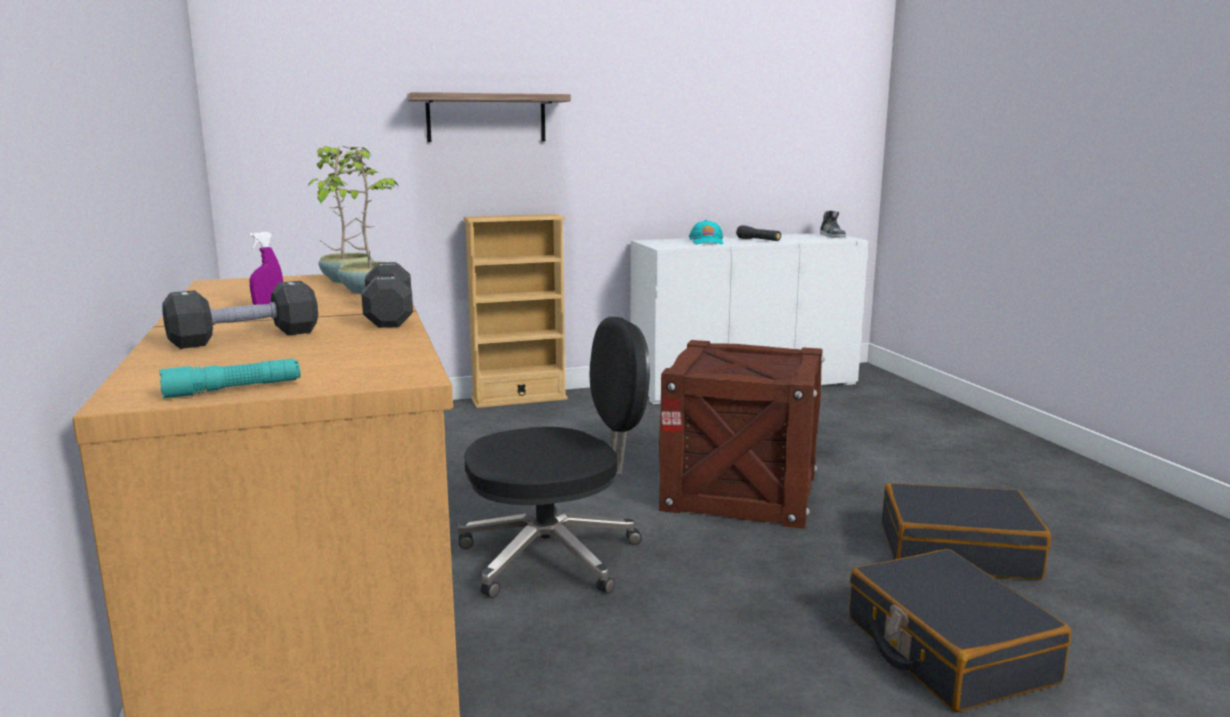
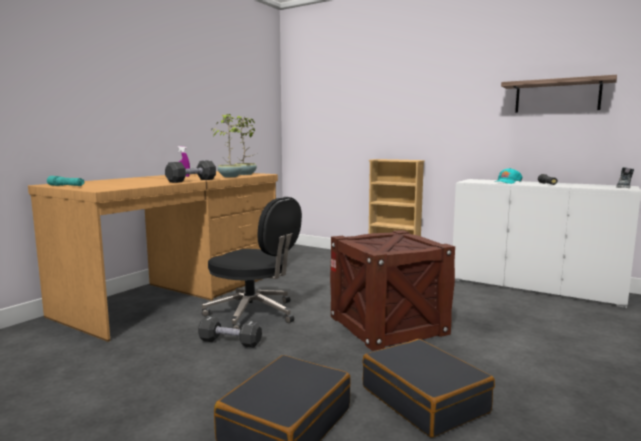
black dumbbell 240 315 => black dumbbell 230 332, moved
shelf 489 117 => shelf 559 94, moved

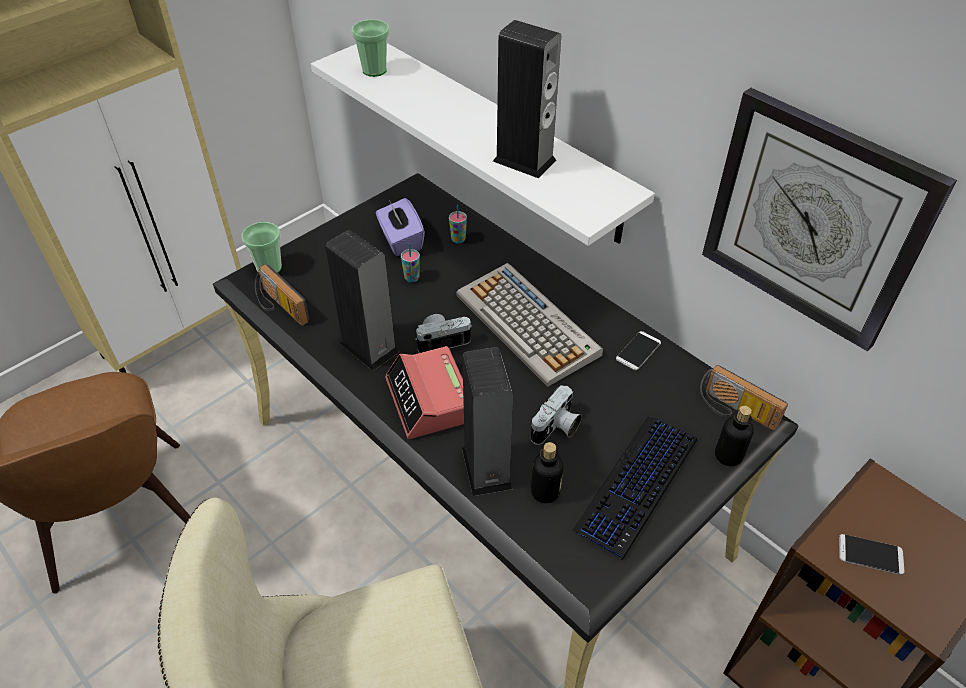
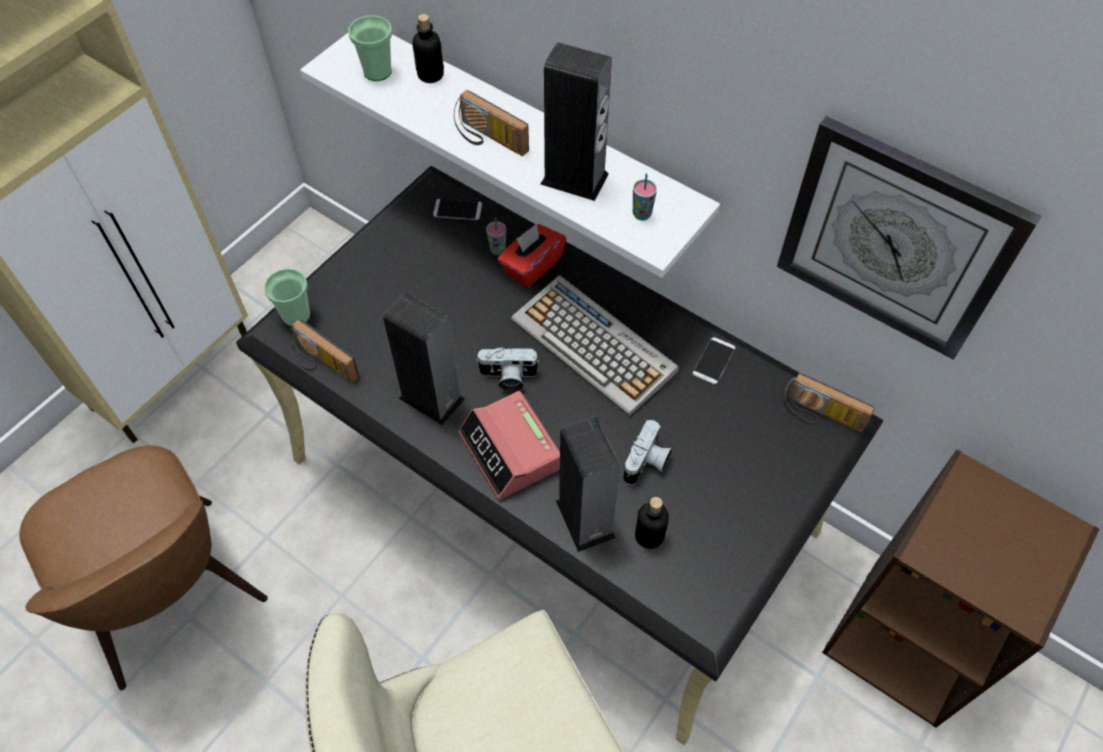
purple tissue box 400 227 => nothing
keyboard 634 488 => nothing
nothing => radio 491 123
nothing => red tissue box 532 256
cup 410 262 => cup 645 197, moved
bottle 734 436 => bottle 428 48, moved
phone 871 554 => phone 457 209, moved
photo camera 443 333 => photo camera 507 369, 150 degrees counterclockwise

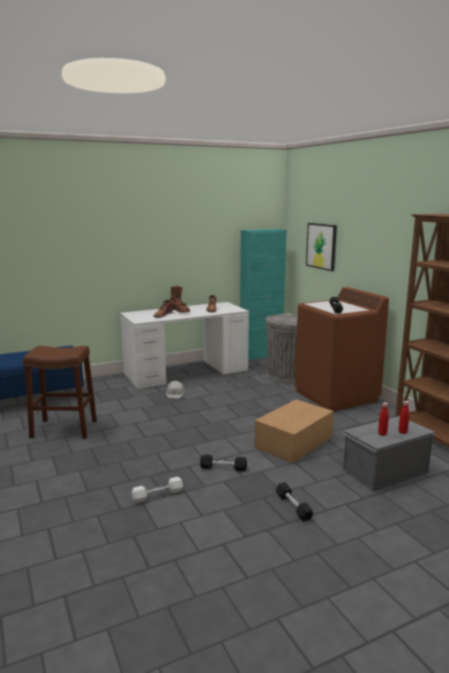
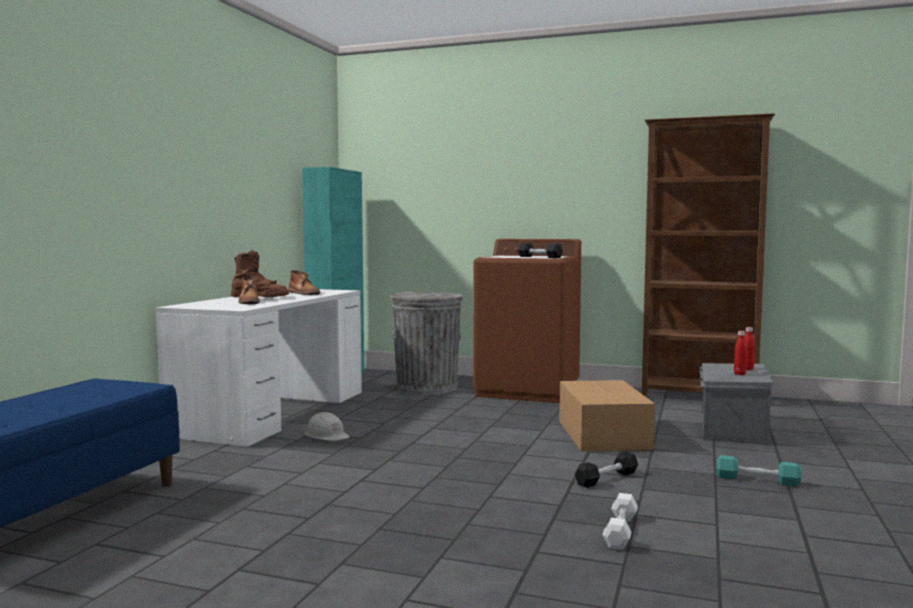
brown stool 60 392 => nothing
picture 321 247 => nothing
black dumbbell 294 501 => turquoise dumbbell 758 470

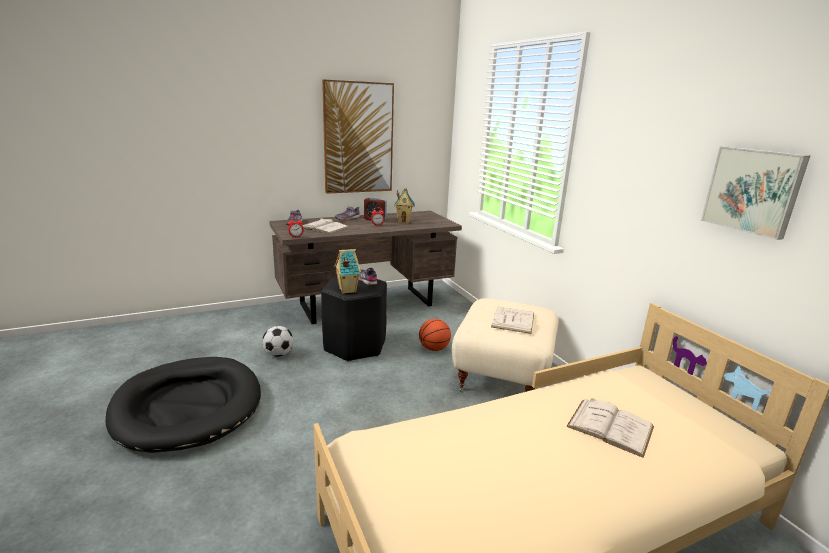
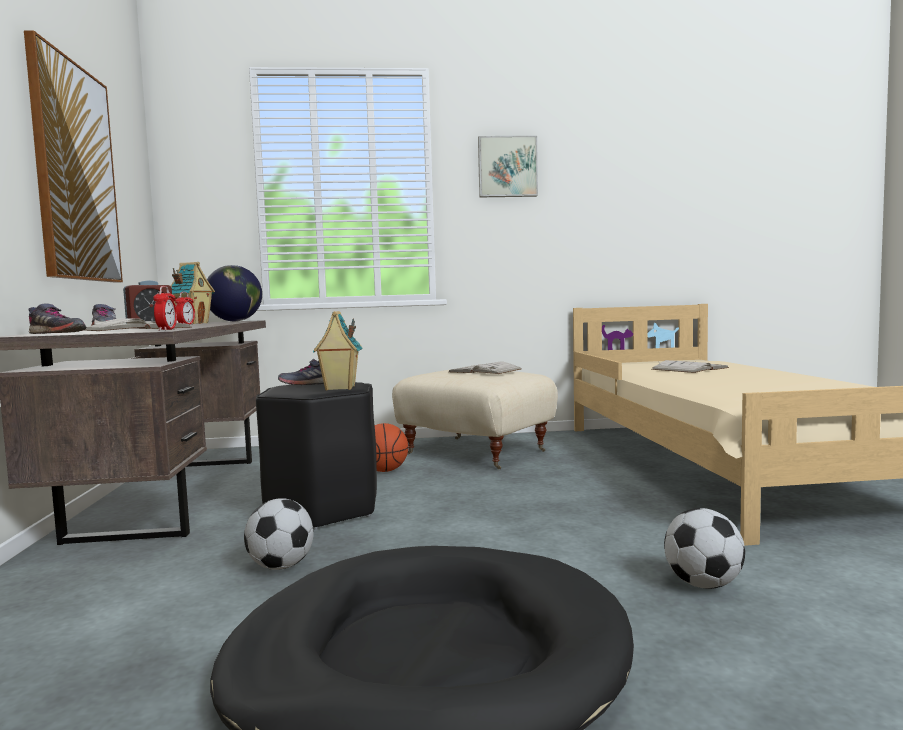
nothing => globe 234 293
nothing => football 704 548
picture 755 193 => picture 508 166, moved

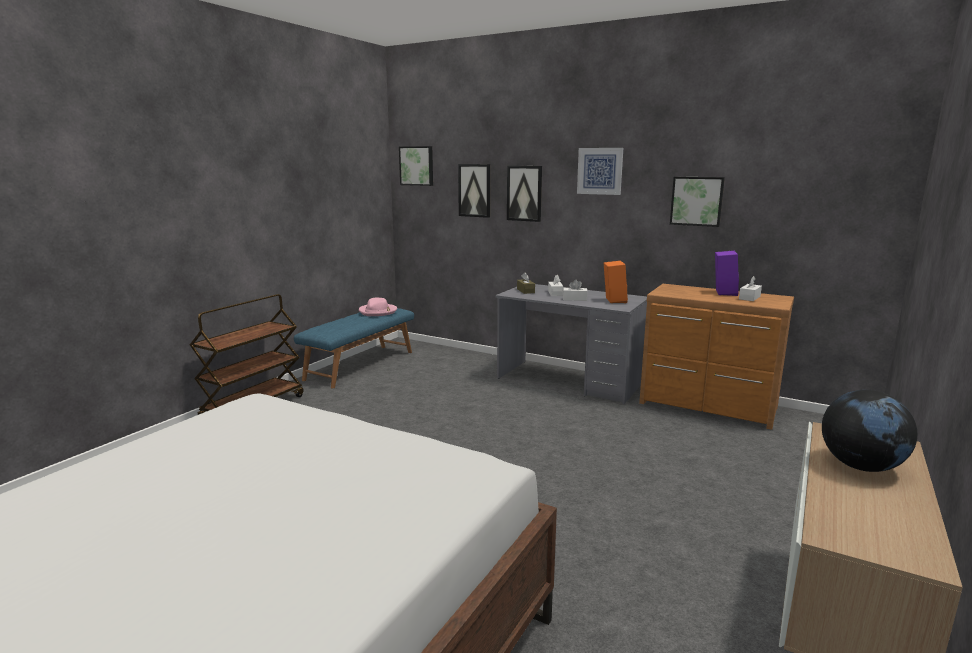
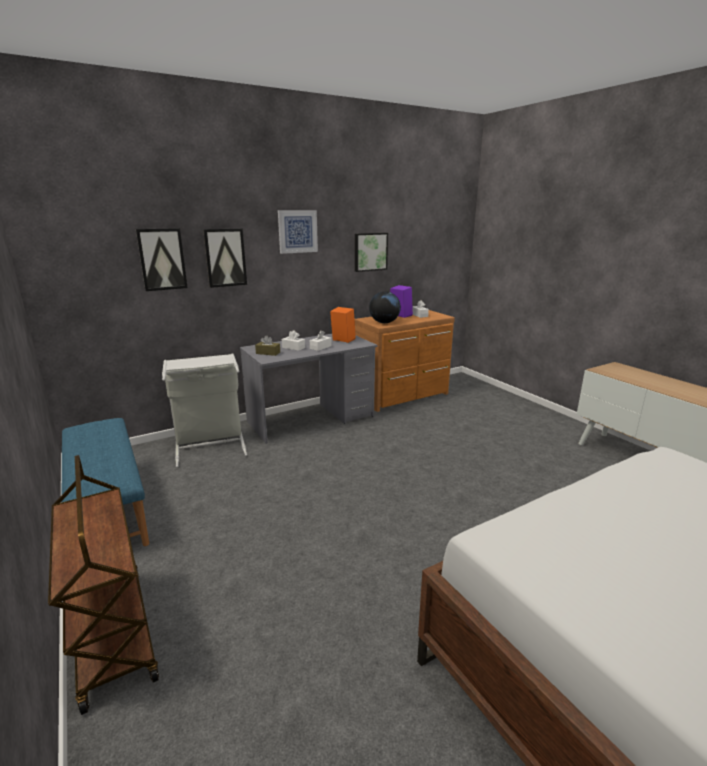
pink hat 378 306 => nothing
picture 416 166 => nothing
nothing => grey laundry basket 204 410
globe 869 431 => globe 385 307, moved

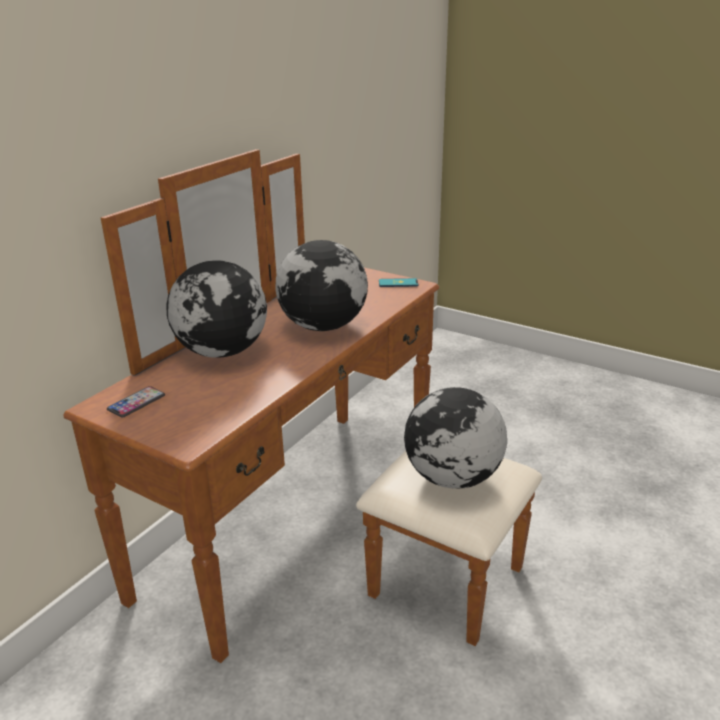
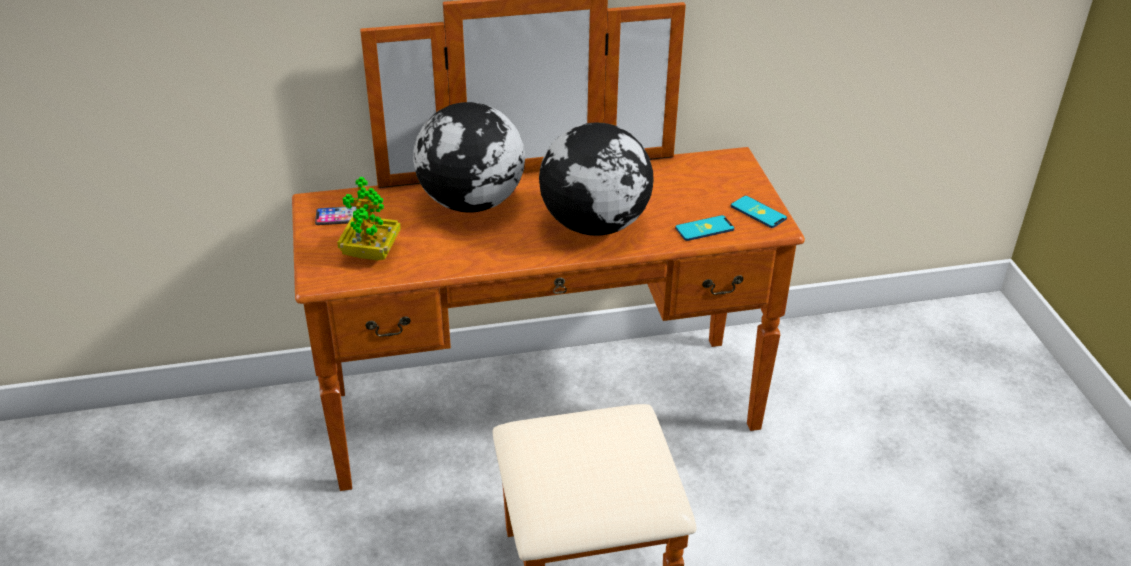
globe 455 438 => nothing
nothing => potted plant 369 219
nothing => phone 704 228

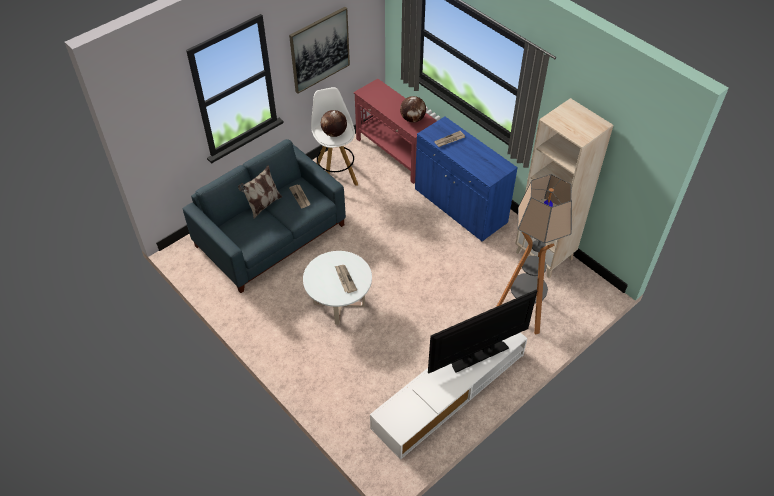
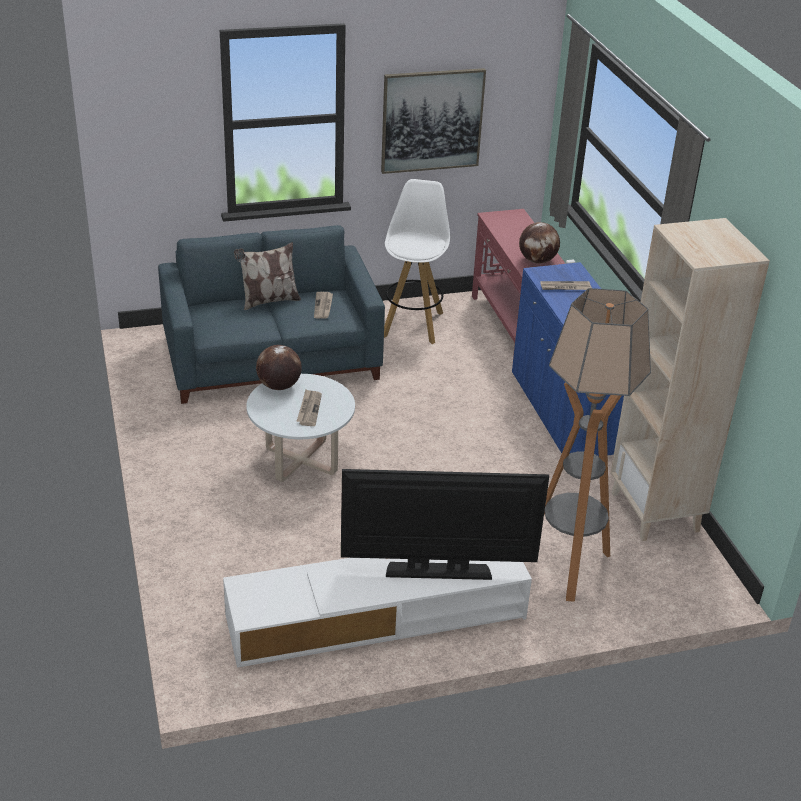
globe 334 123 => globe 279 367, moved

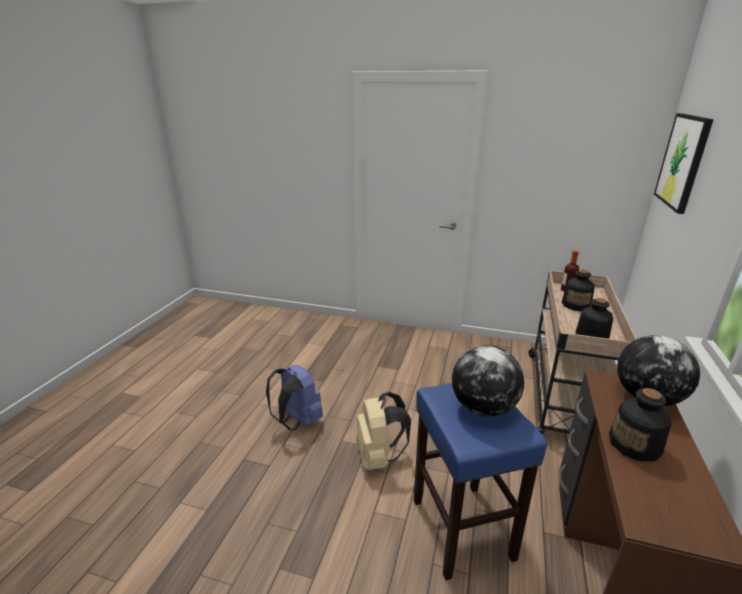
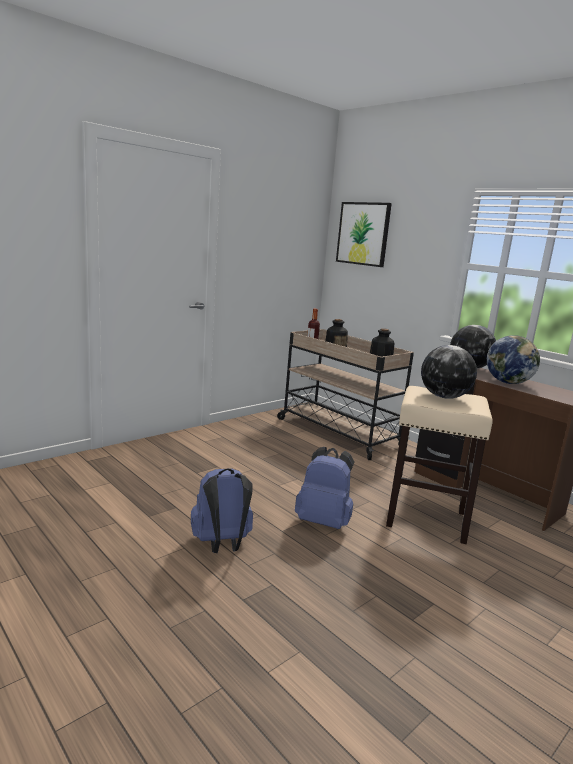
bottle 640 425 => globe 513 359
beige backpack 383 431 => blue backpack 325 488
blue stool 480 482 => beige stool 439 465

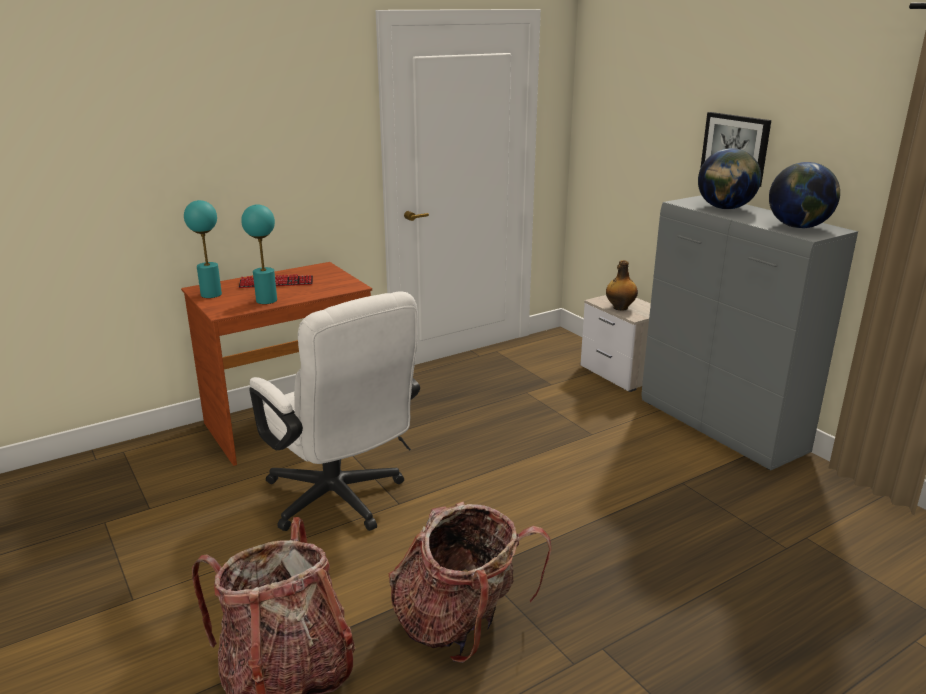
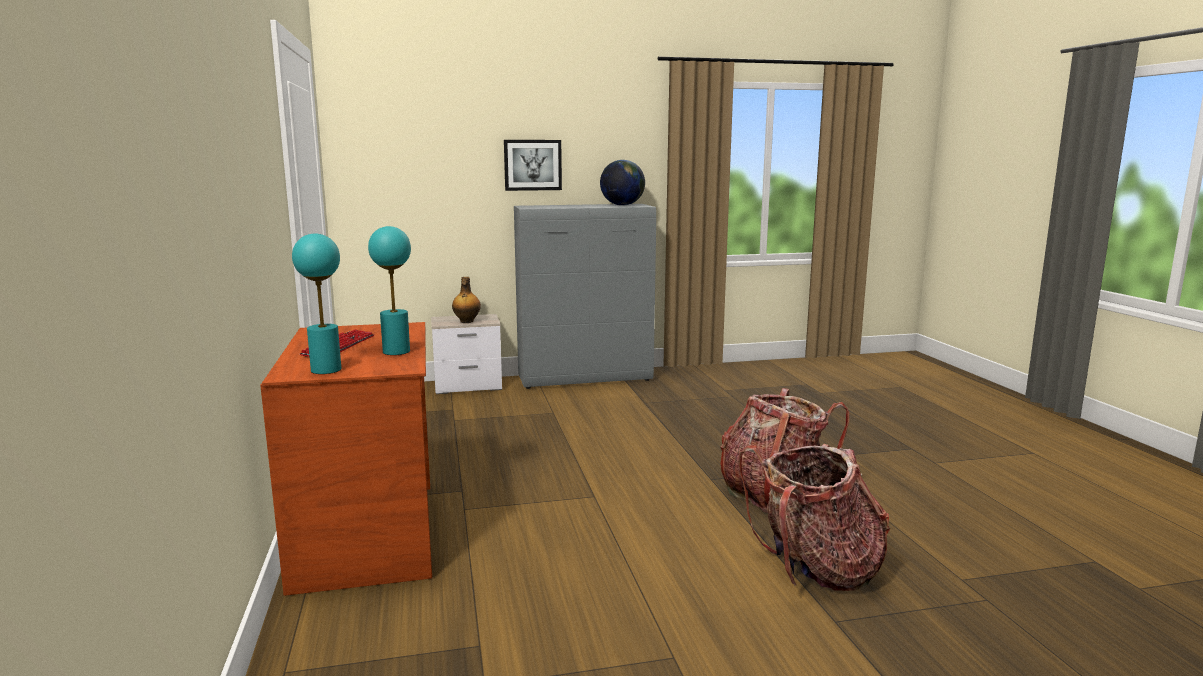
white office chair 334 411 => nothing
globe 729 178 => nothing

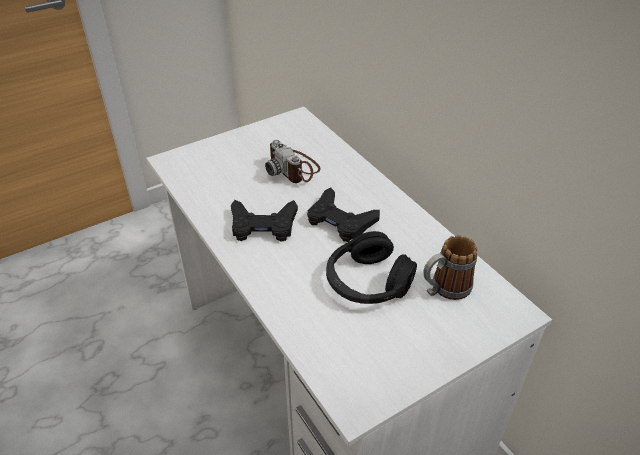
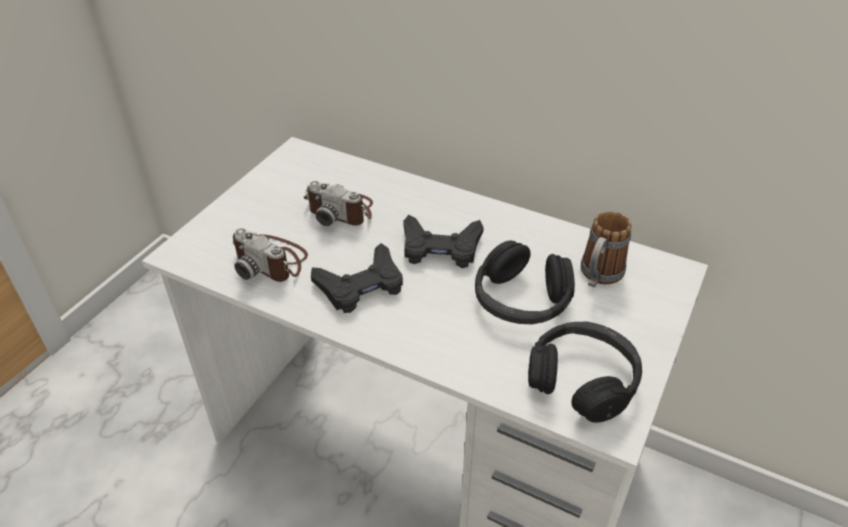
nothing => photo camera 270 255
nothing => black headphones 585 372

